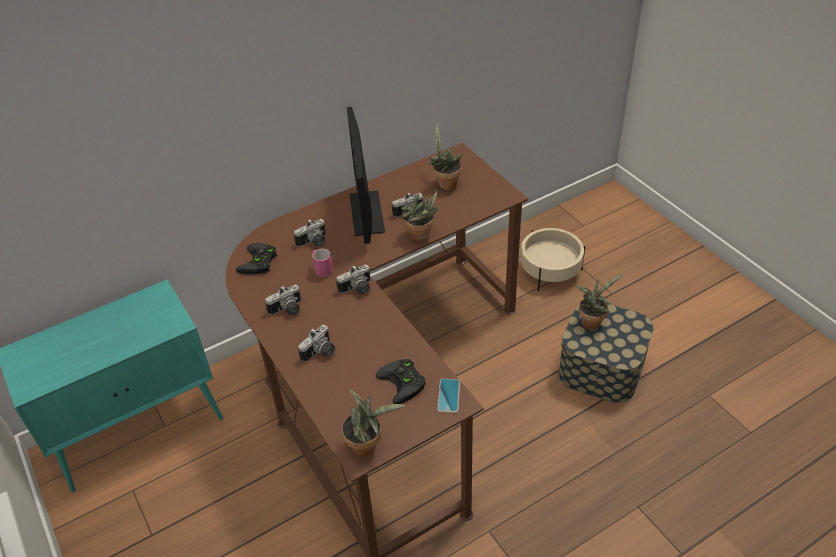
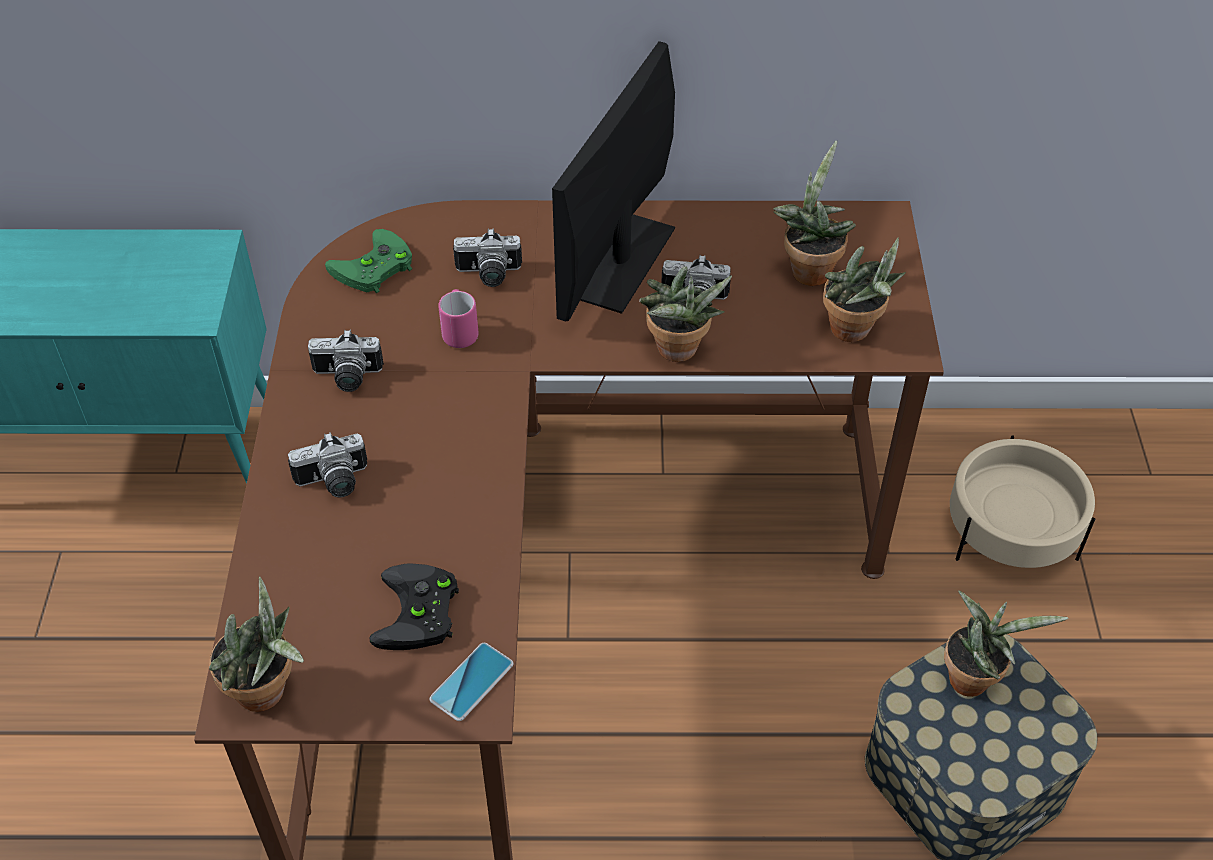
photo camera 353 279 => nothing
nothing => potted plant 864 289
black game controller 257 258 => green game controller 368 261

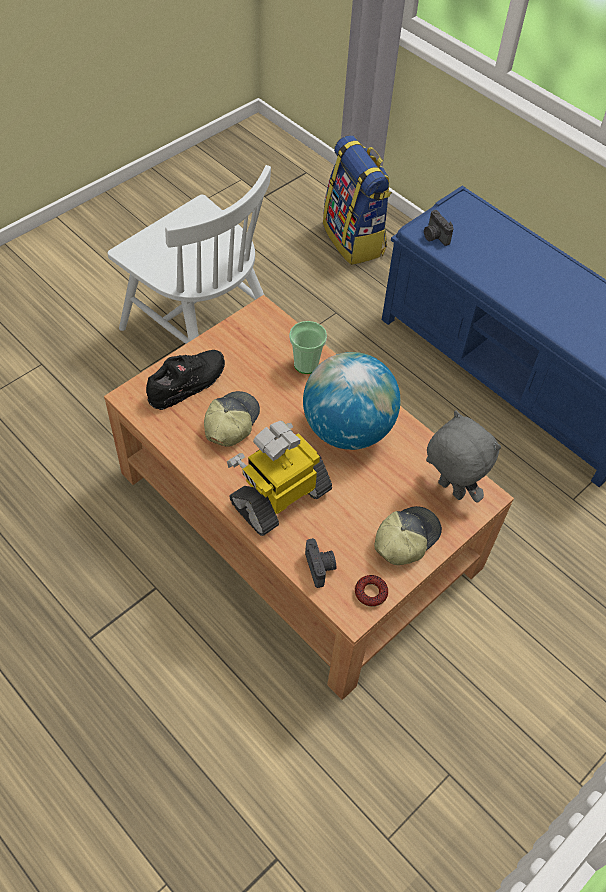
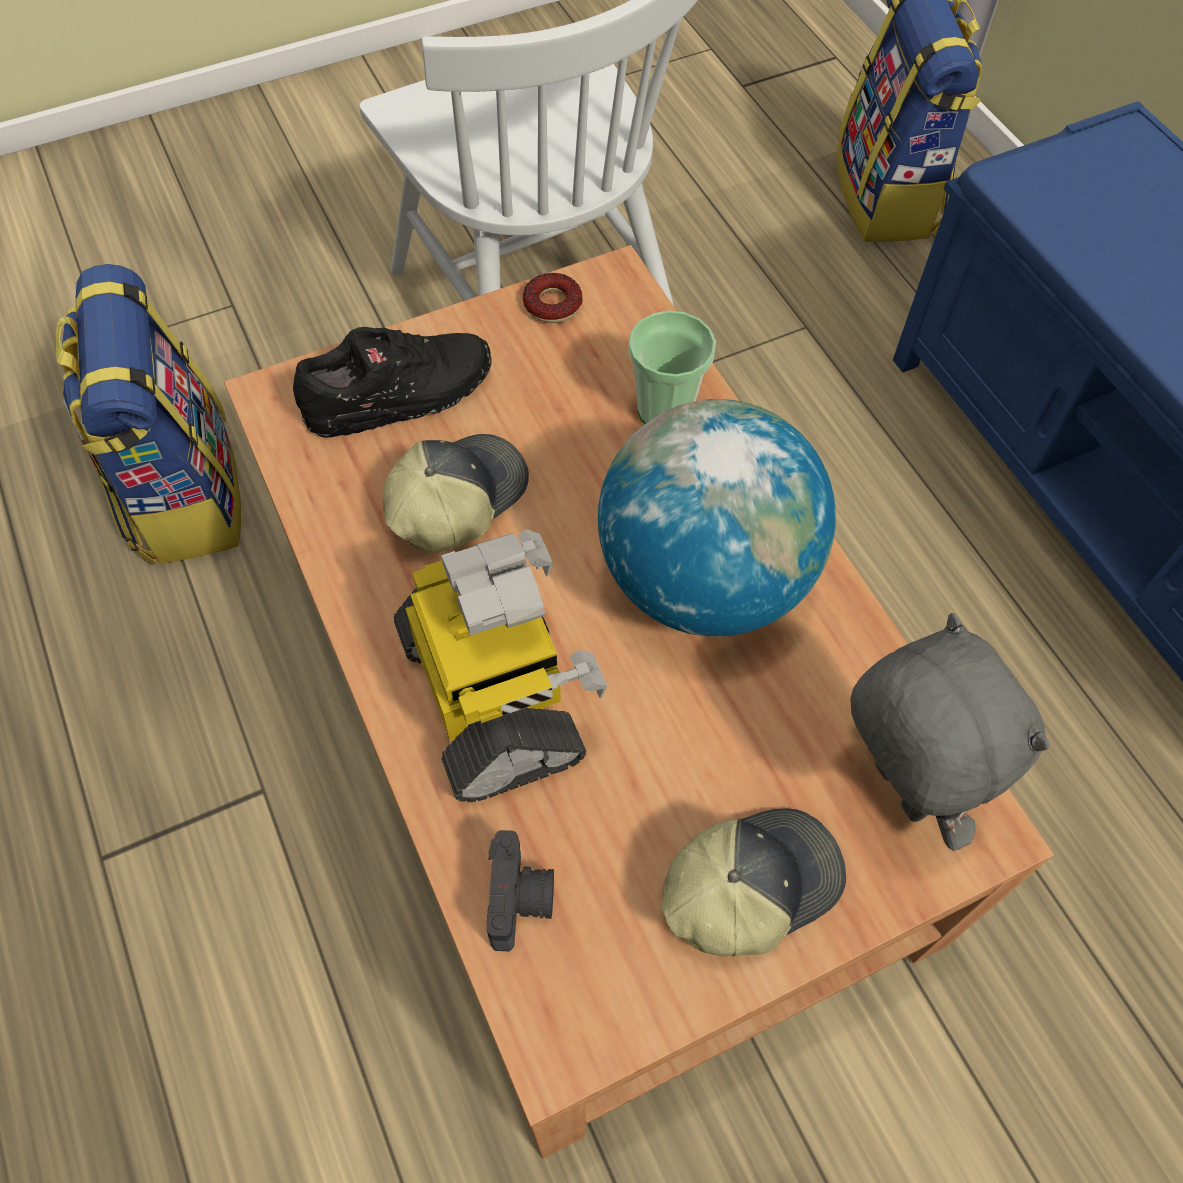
photo camera 439 228 => nothing
nothing => backpack 148 415
donut 371 591 => donut 553 298, moved
toy robot 279 478 => toy robot 500 665, 90 degrees clockwise

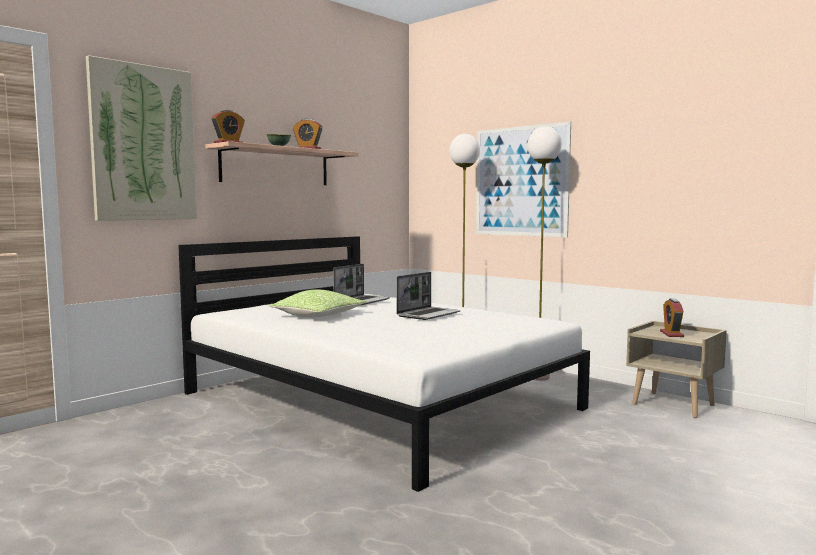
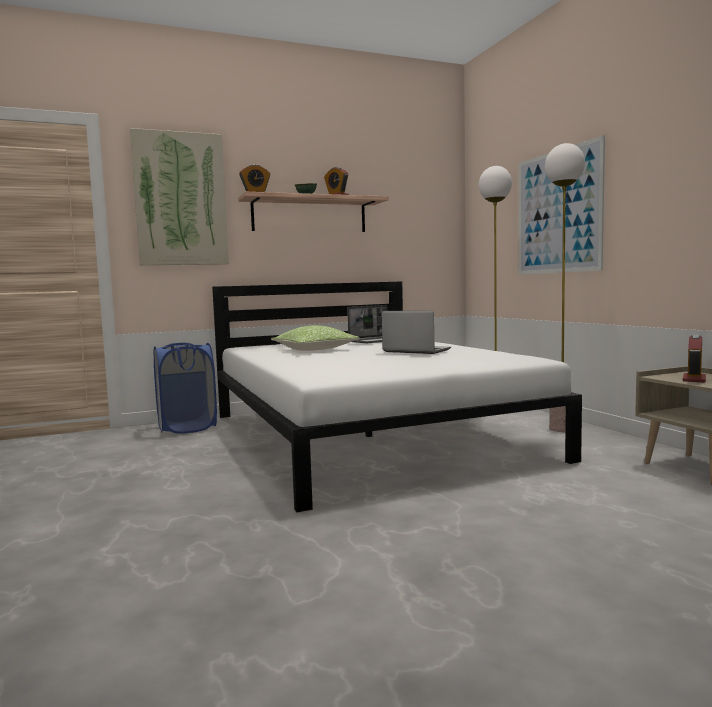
nothing => blue laundry basket 185 388
laptop 428 296 => laptop 416 332, 120 degrees counterclockwise

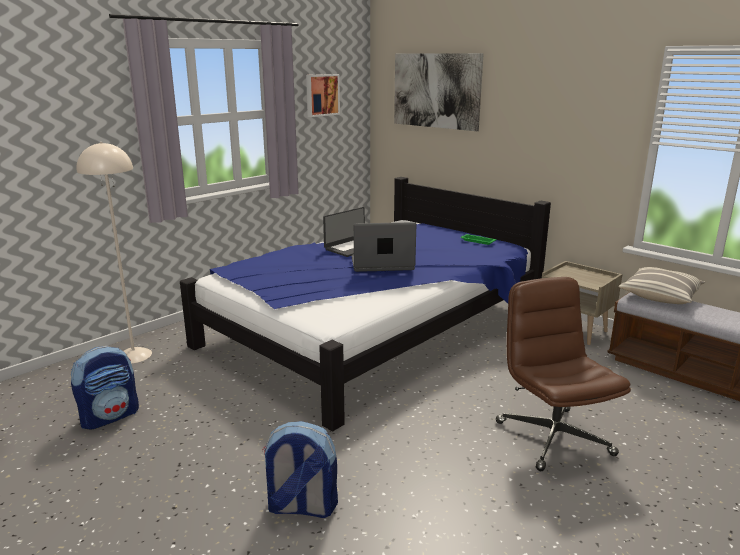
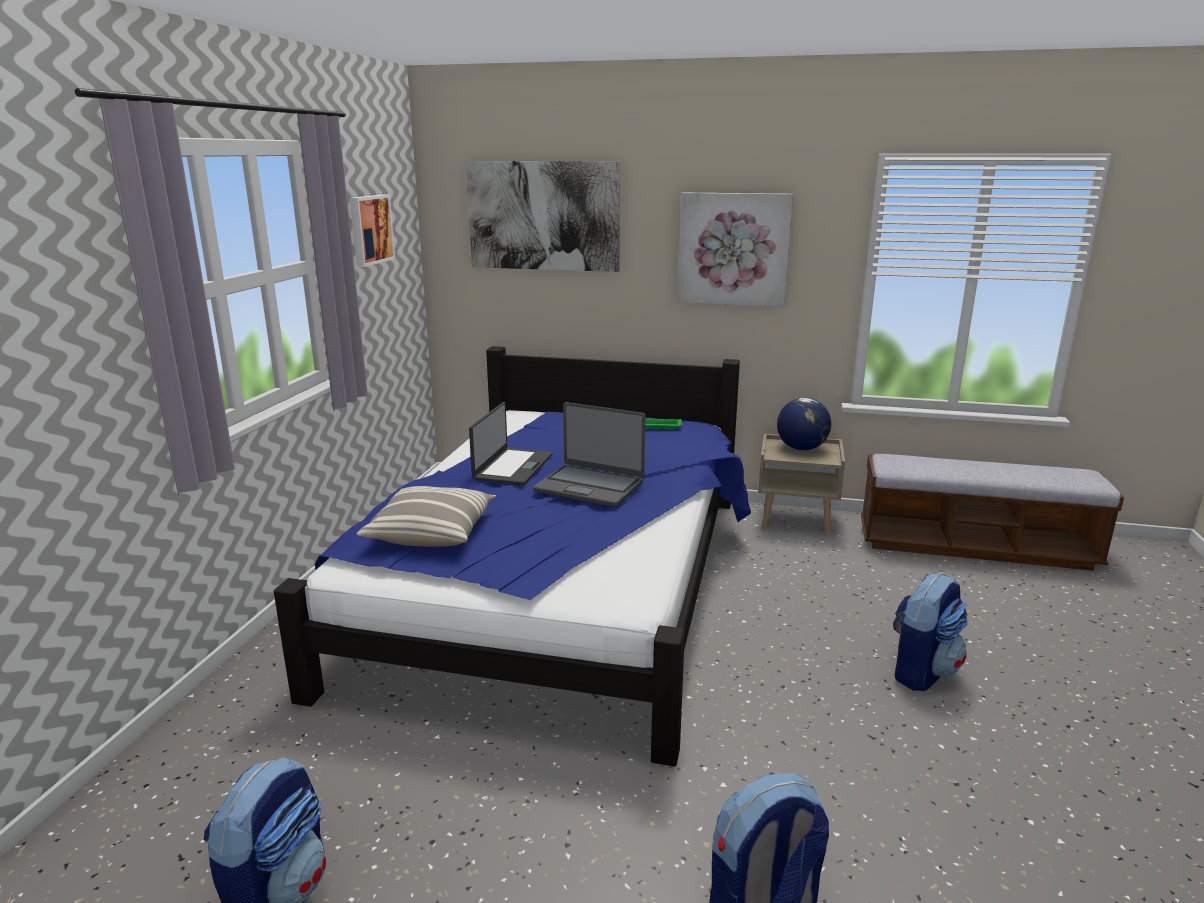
beige floor lamp 114 253 => nothing
nothing => picture 735 250
nothing => globe 804 424
pillow 662 285 => pillow 426 516, moved
brown office chair 563 374 => backpack 930 632
laptop 384 247 => laptop 589 454, 120 degrees counterclockwise

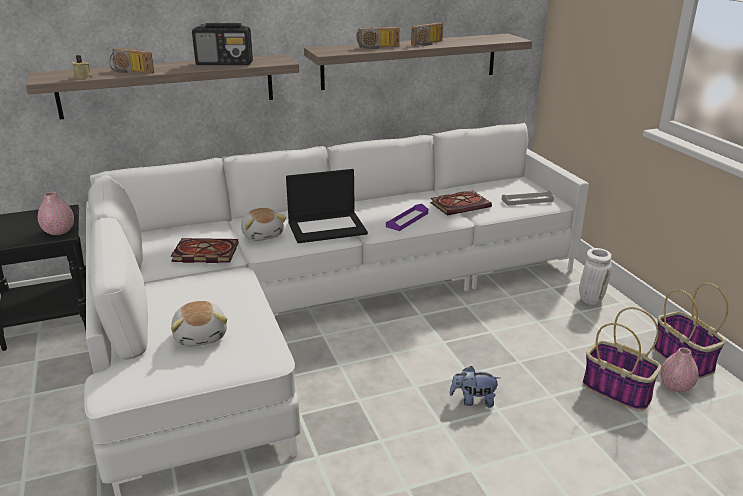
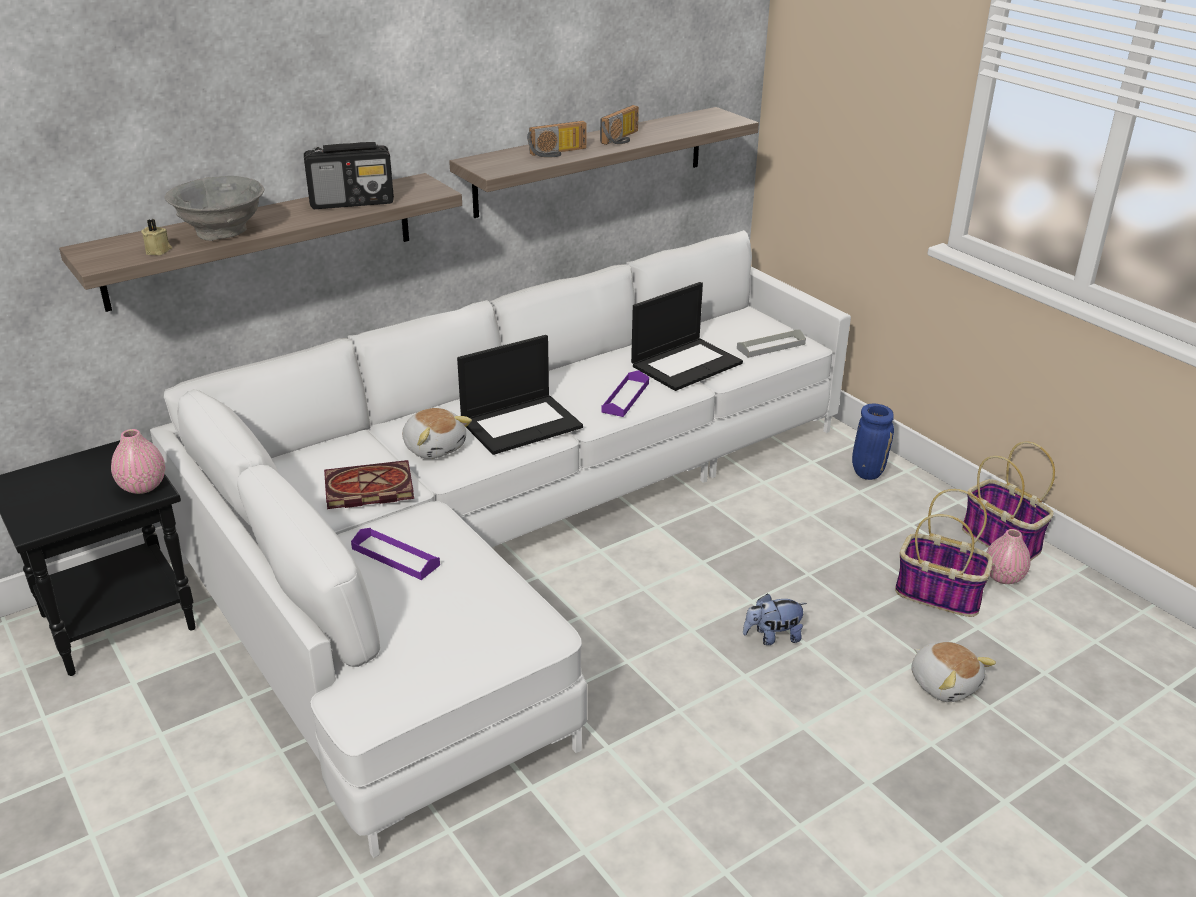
nothing => purple tray 395 554
plush toy 199 324 => plush toy 953 671, moved
radio 132 61 => grey bowl 214 208
book 461 203 => laptop 687 336
white vase 595 276 => blue vase 873 442

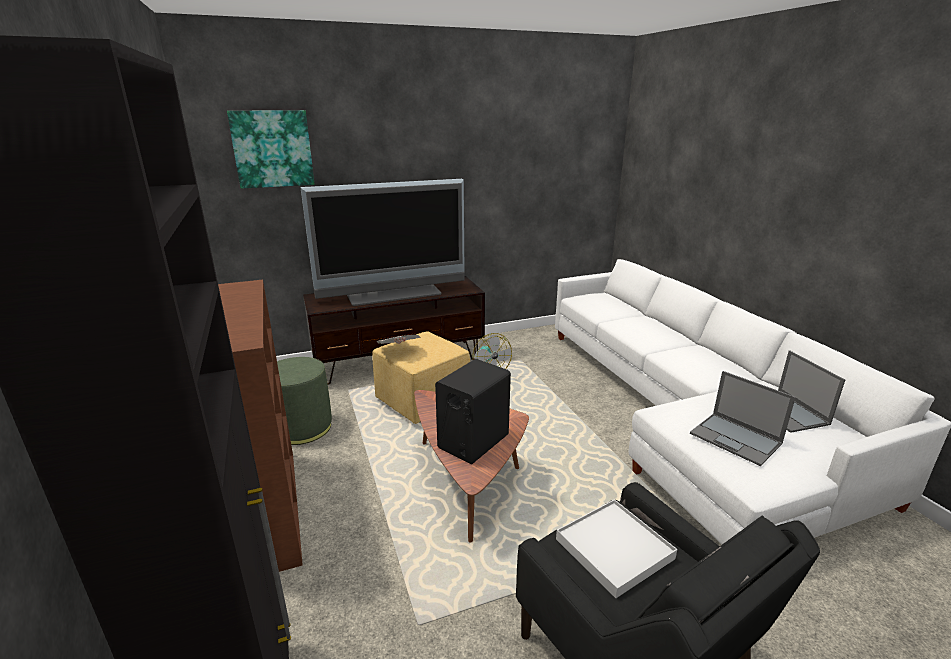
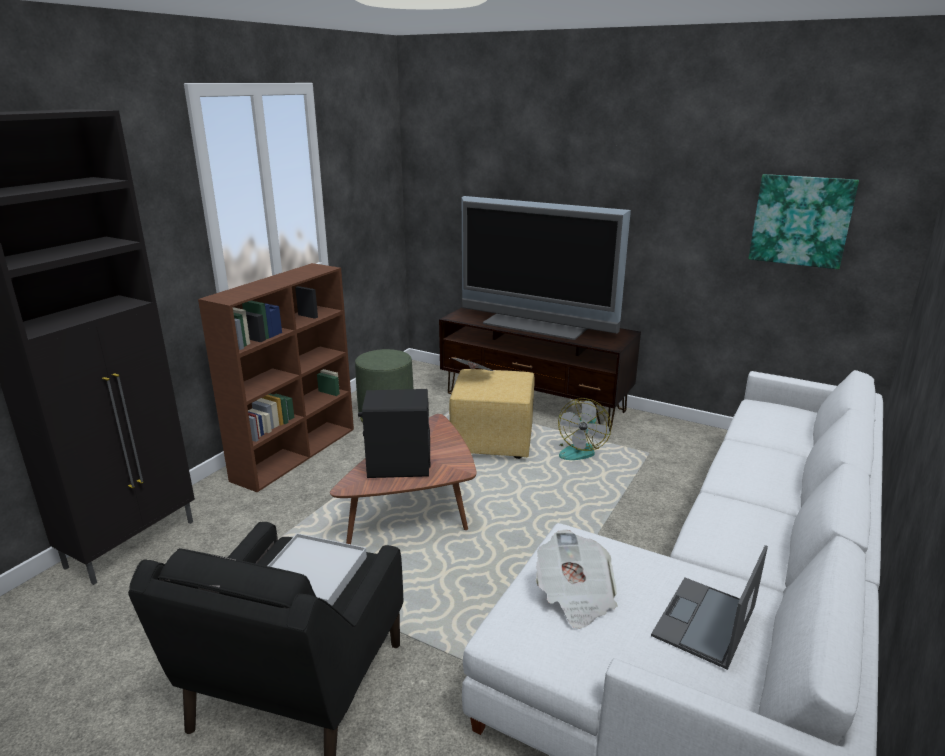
picture 271 149 => picture 803 221, moved
laptop 743 418 => newspaper 576 579

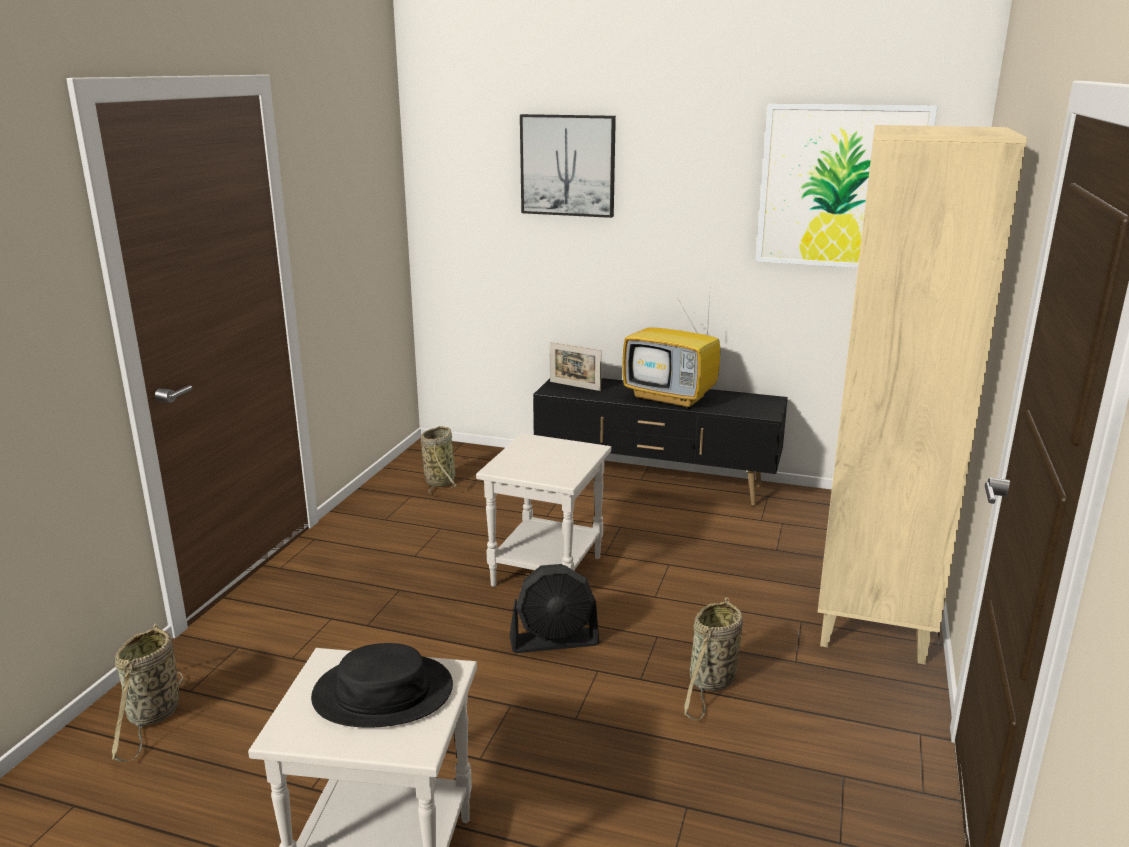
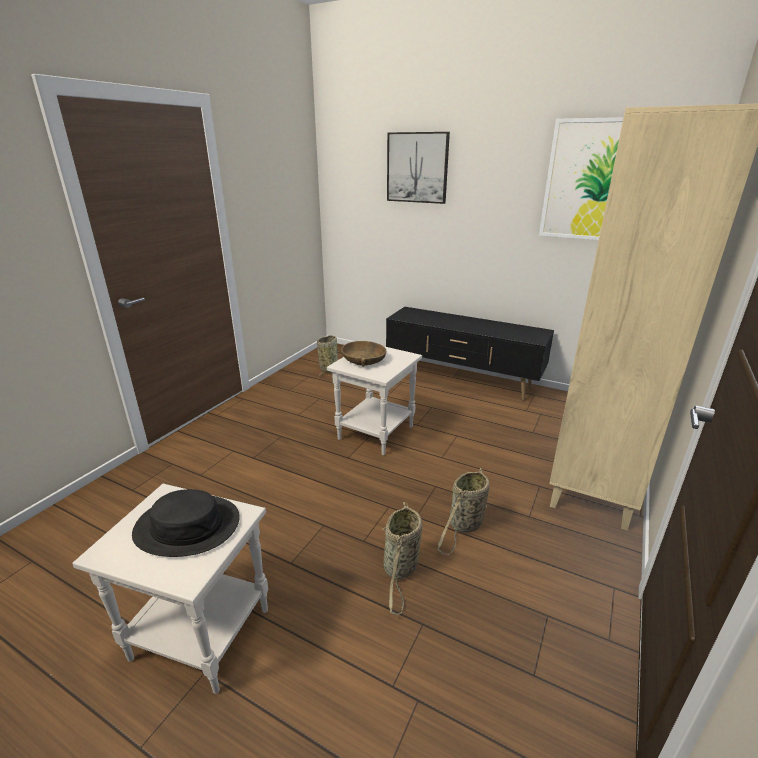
black fan 554 608 => nothing
picture frame 576 366 => nothing
television 671 352 => nothing
nothing => brown bowl 363 354
basket 147 692 => basket 402 558, moved

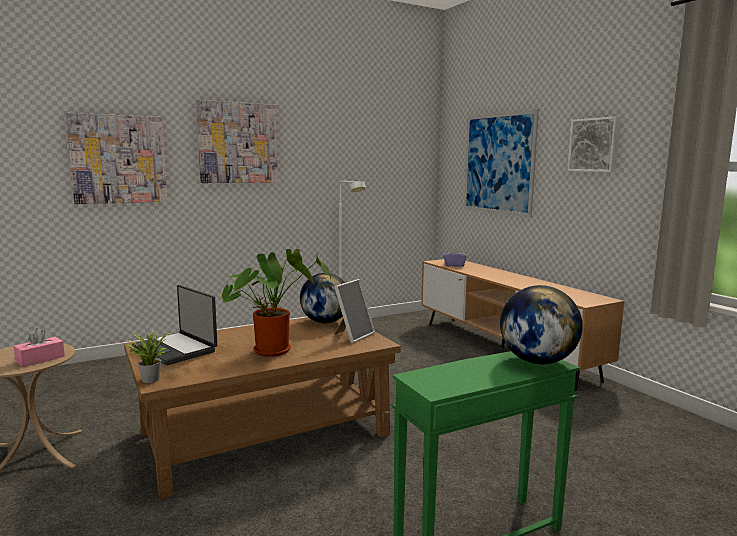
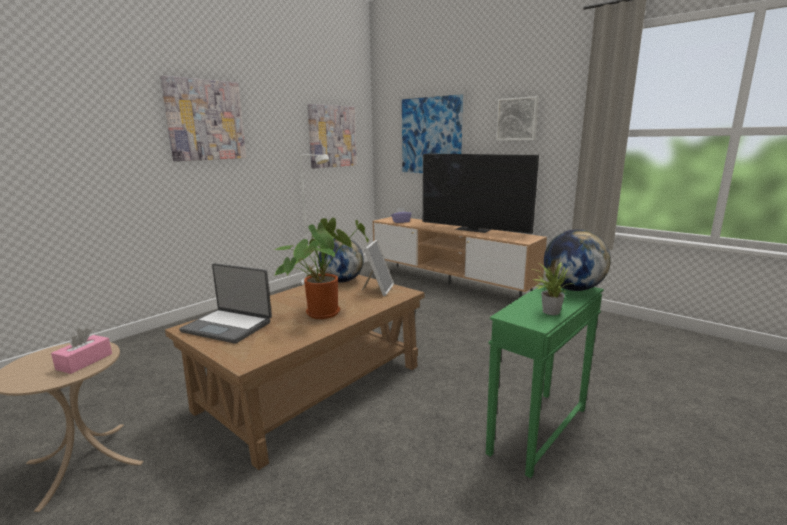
nothing => television 481 194
picture 116 158 => picture 332 136, moved
potted plant 149 356 => potted plant 553 289, moved

